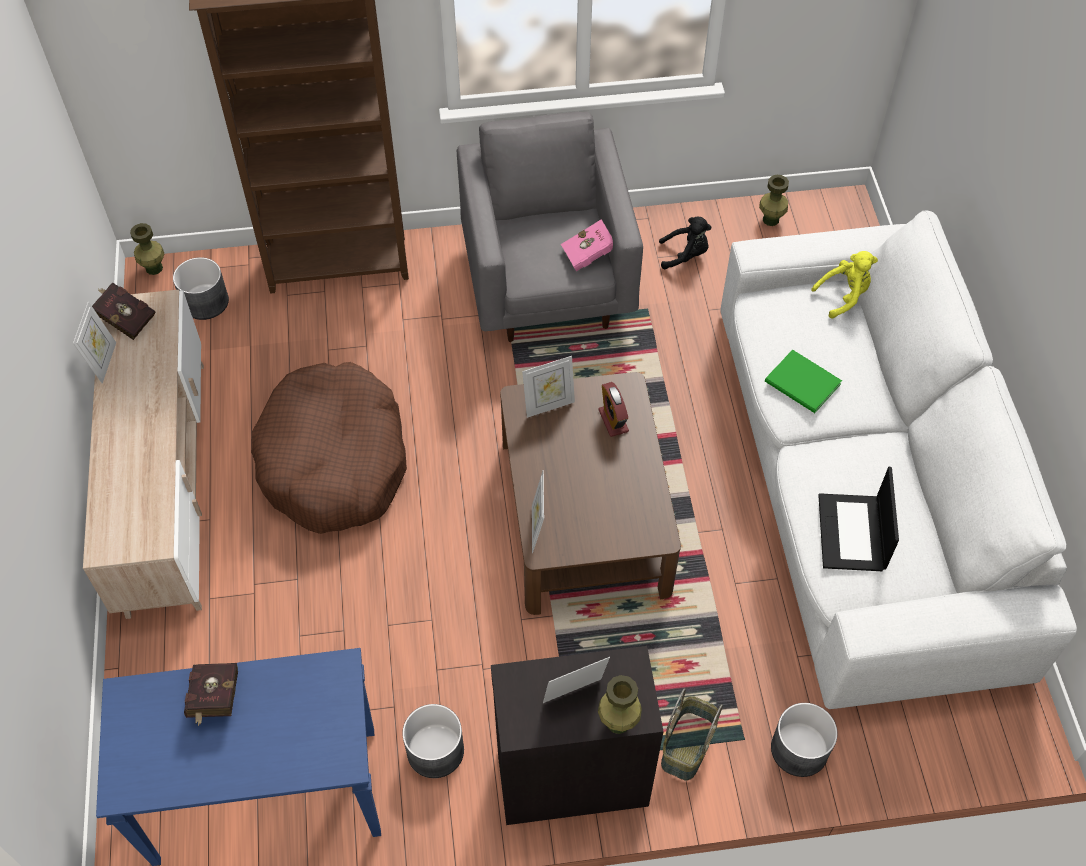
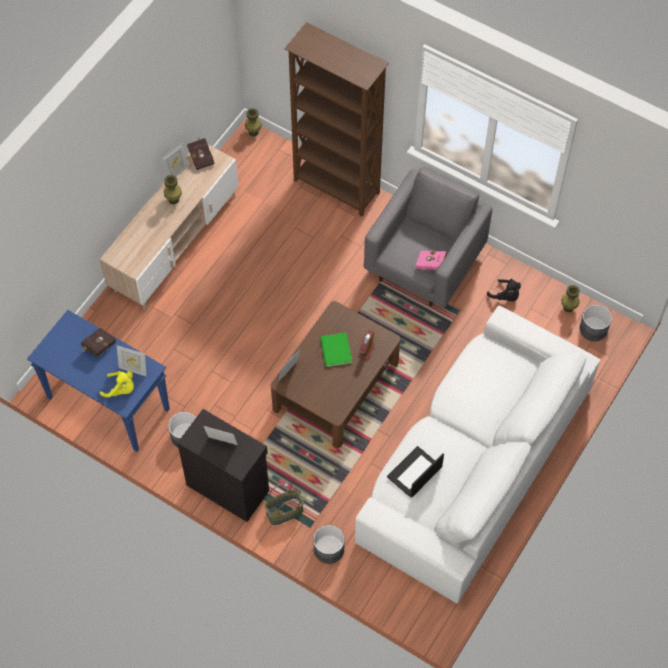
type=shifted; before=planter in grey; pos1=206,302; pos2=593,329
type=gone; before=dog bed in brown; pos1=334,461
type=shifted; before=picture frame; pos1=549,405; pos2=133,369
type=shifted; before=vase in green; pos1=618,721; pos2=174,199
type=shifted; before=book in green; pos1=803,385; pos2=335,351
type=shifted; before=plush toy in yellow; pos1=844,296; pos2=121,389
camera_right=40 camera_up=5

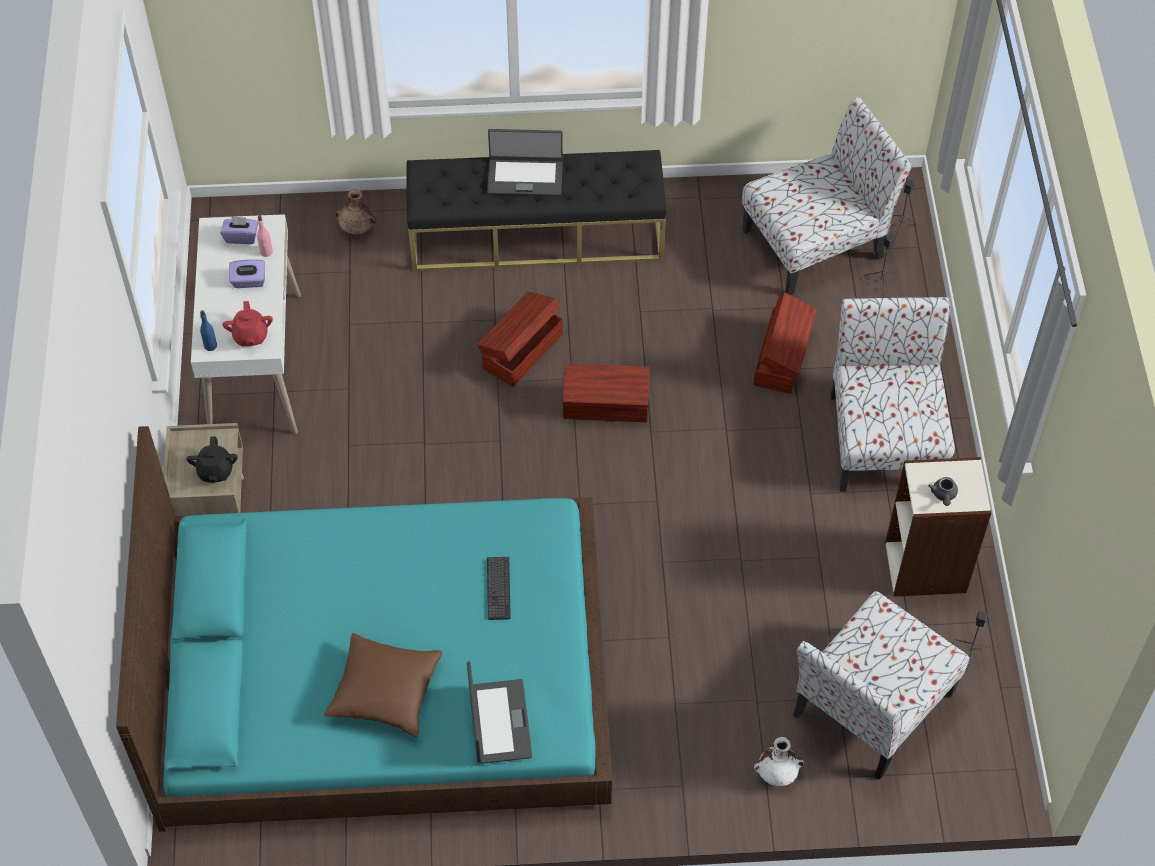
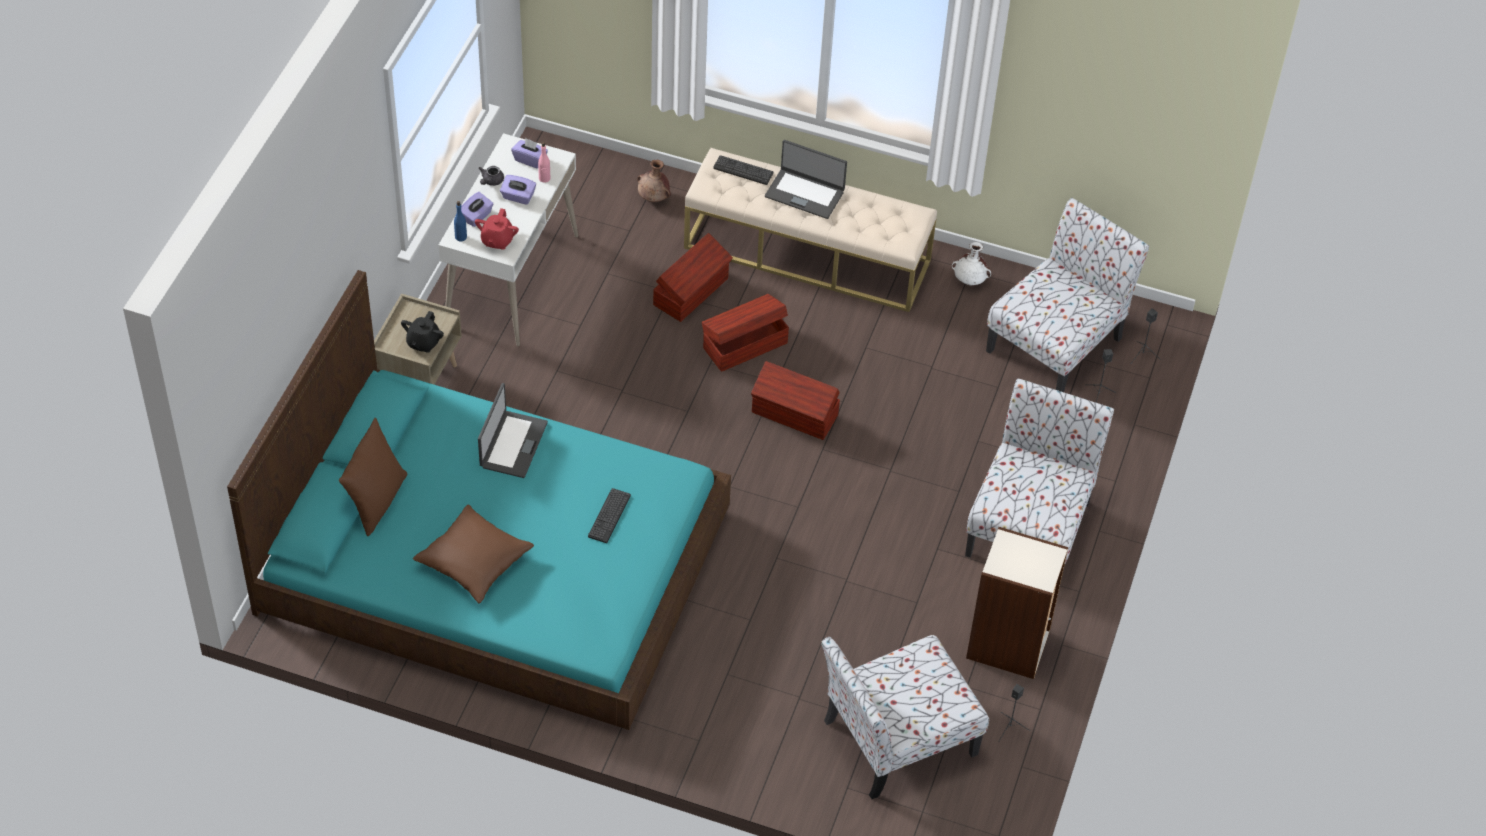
type=repainted; before=bench in black; after=bench in beige; pos1=537,235; pos2=807,254
type=shifted; before=laptop; pos1=498,722; pos2=512,444
type=rotated; before=chair; pos1=816,242; pos2=1056,343; turn=-45
type=shifted; before=storage box in brown; pos1=782,357; pos2=692,292
type=shifted; before=vase in white; pos1=777,774; pos2=970,281
type=shifted; before=teapot in grey; pos1=943,495; pos2=491,181
type=new; after=pillow in brown; pos2=376,501
type=new; after=tissue box in purple; pos2=476,217
type=new; after=keyboard; pos2=743,170
camera_right=20 camera_up=-5

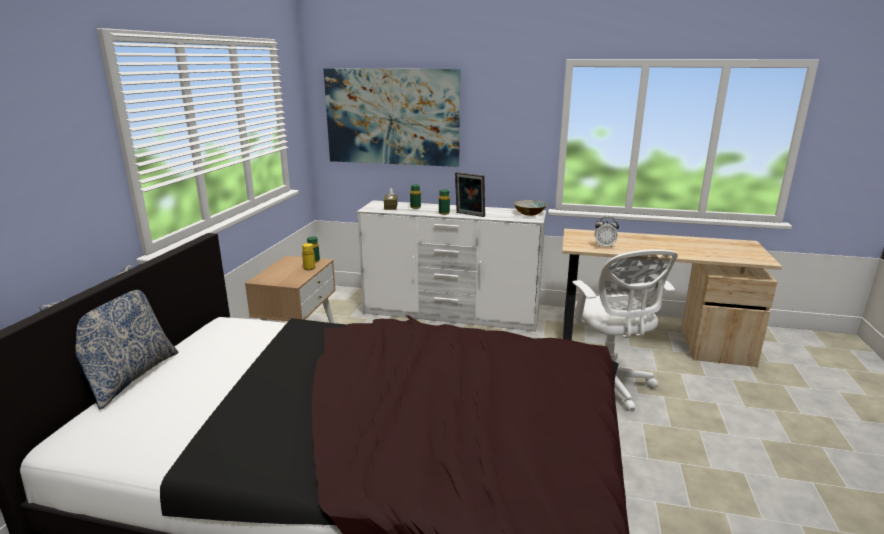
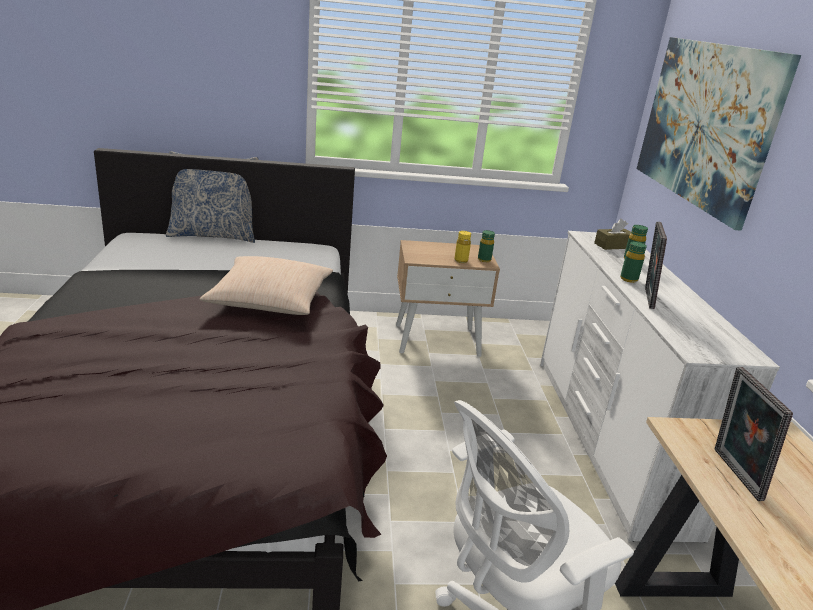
type=gone; before=bowl; pos1=529,213
type=swapped; before=alarm clock; after=picture frame; pos1=604,246; pos2=733,474
type=new; after=pillow in beige; pos2=270,300
camera_right=70 camera_up=5

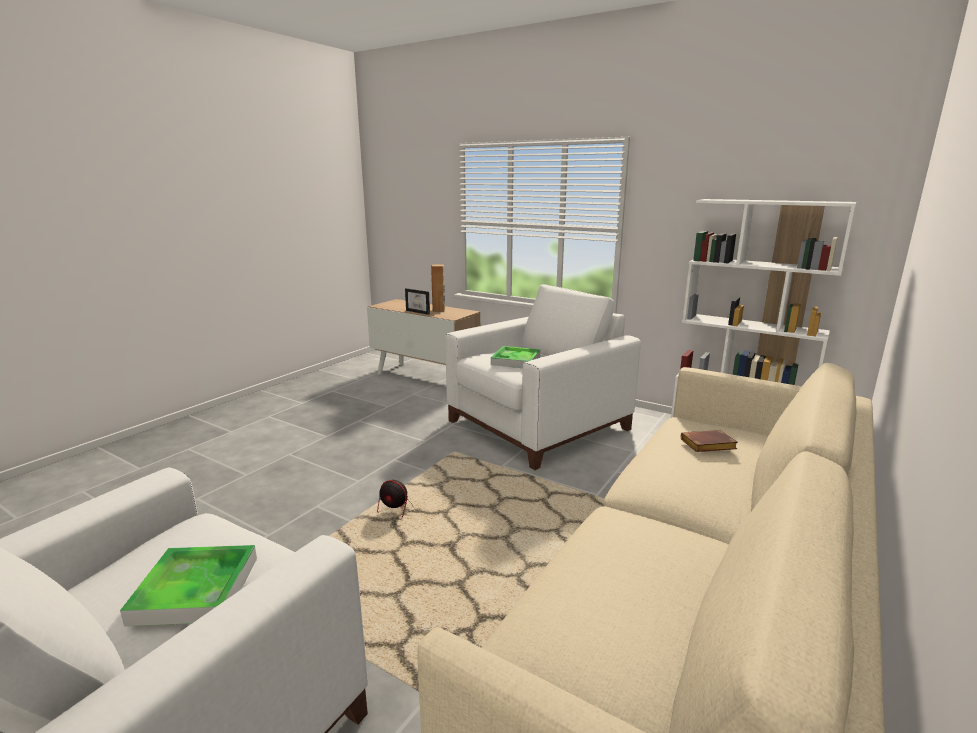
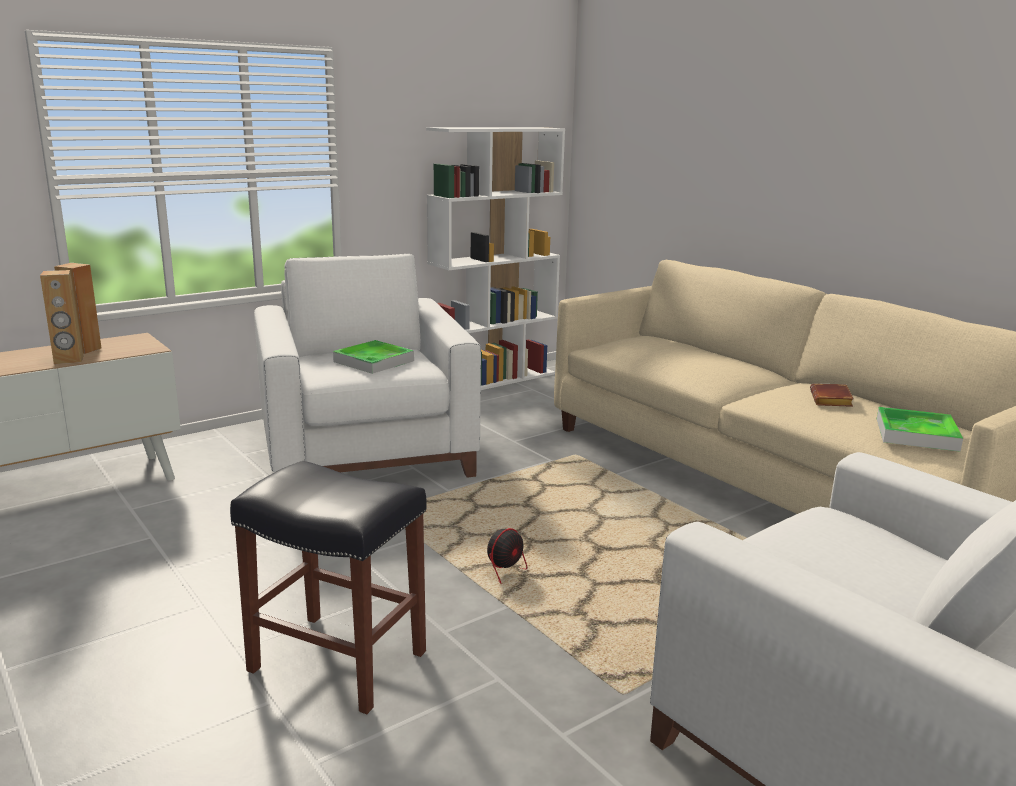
type=shifted; before=tray; pos1=195,589; pos2=916,434
type=swapped; before=picture frame; after=speaker in brown; pos1=420,312; pos2=68,360
type=shifted; before=book in brown; pos1=707,446; pos2=832,400
type=new; after=stool in black; pos2=340,661
camera_right=-70 camera_up=0

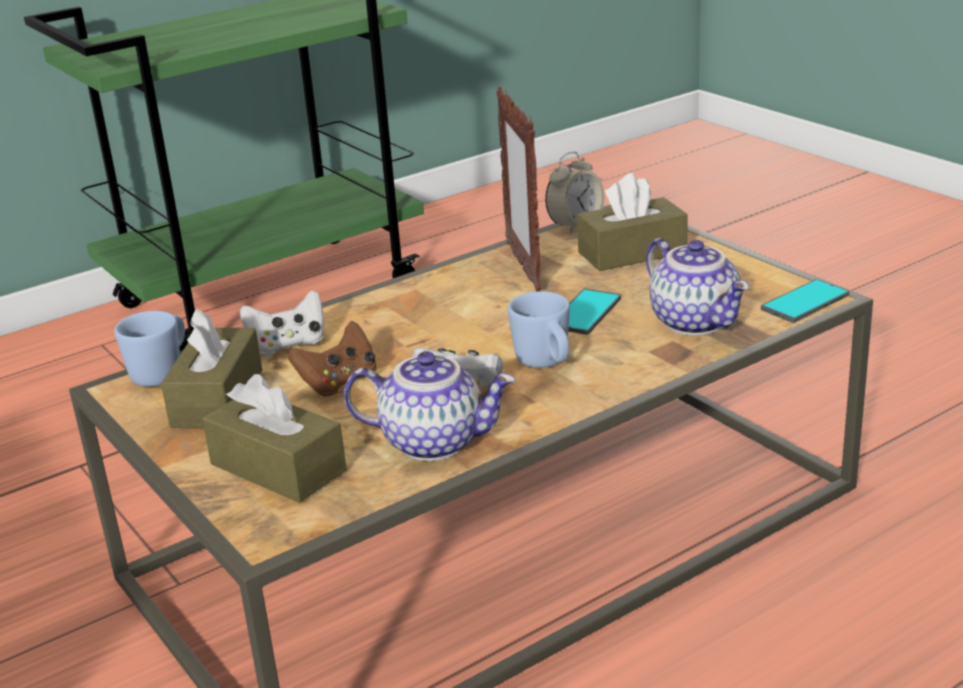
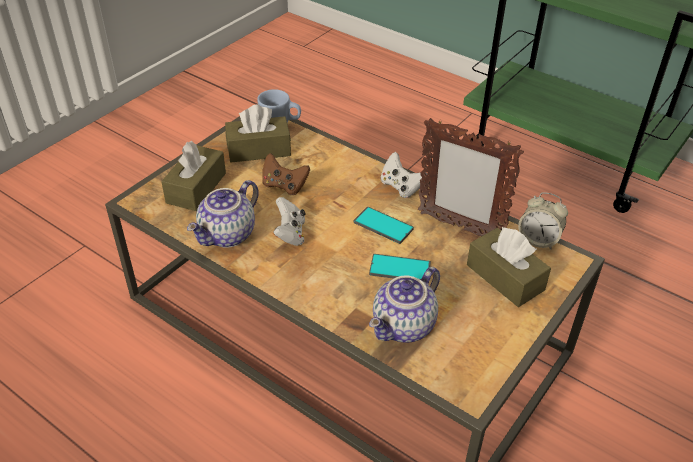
type=shifted; before=game controller in white; pos1=288,344; pos2=401,187
type=rotated; before=teapot; pos1=434,441; pos2=228,236; turn=45
type=rotated; before=picture frame; pos1=523,266; pos2=459,227; turn=-120
type=gone; before=mug in blue; pos1=546,363
type=shifted; before=phone; pos1=805,302; pos2=383,226
camera_right=70 camera_up=15

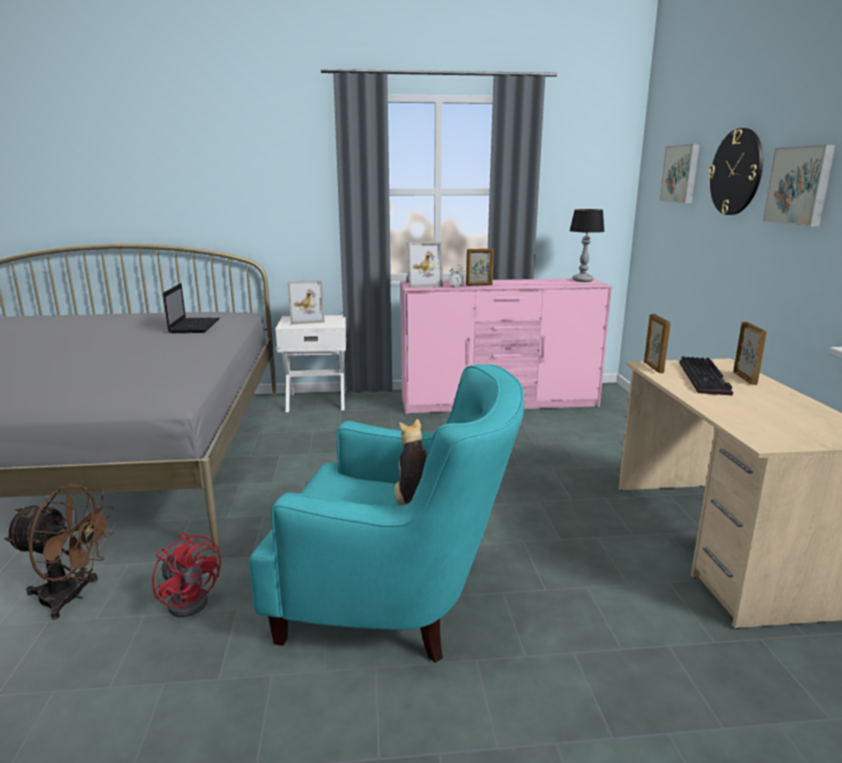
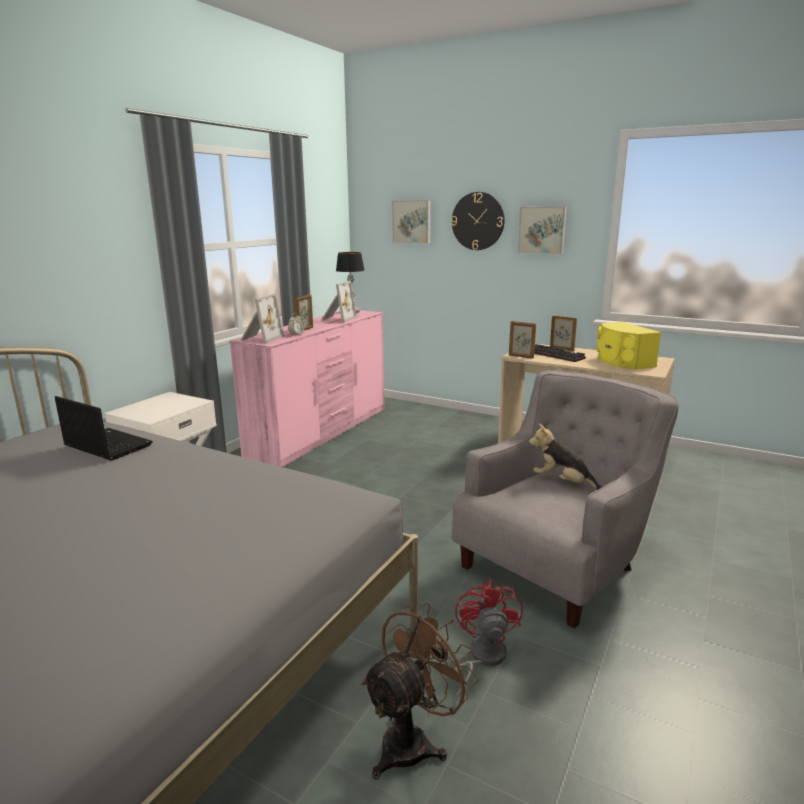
type=rotated; before=fan in red; pos1=191,599; pos2=482,658; turn=-75
type=repainted; before=armchair in turquoise; after=armchair in grey; pos1=395,600; pos2=557,563
type=shifted; before=picture frame; pos1=306,320; pos2=337,319
type=new; after=speaker in yellow; pos2=622,361
camera_right=-55 camera_up=0

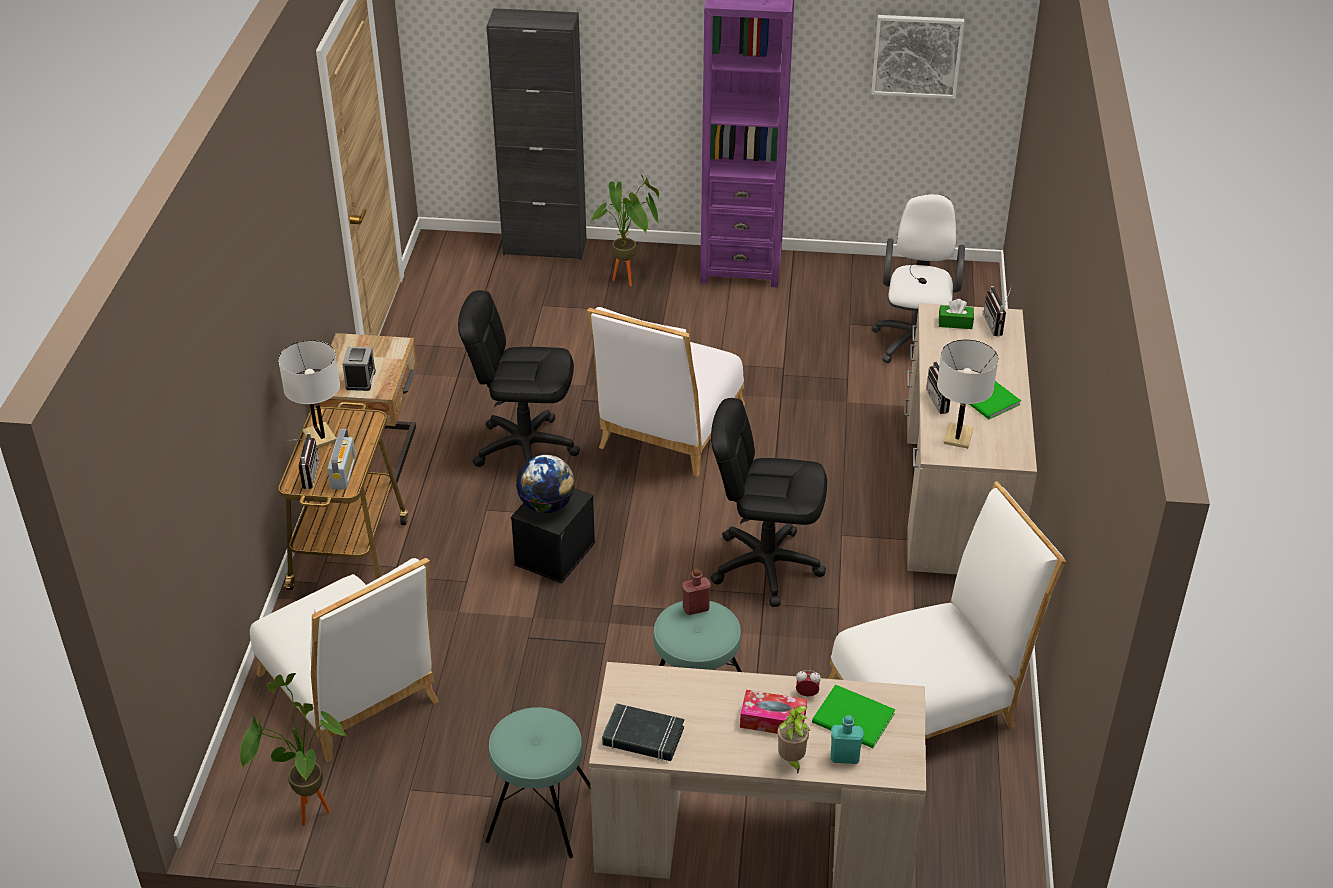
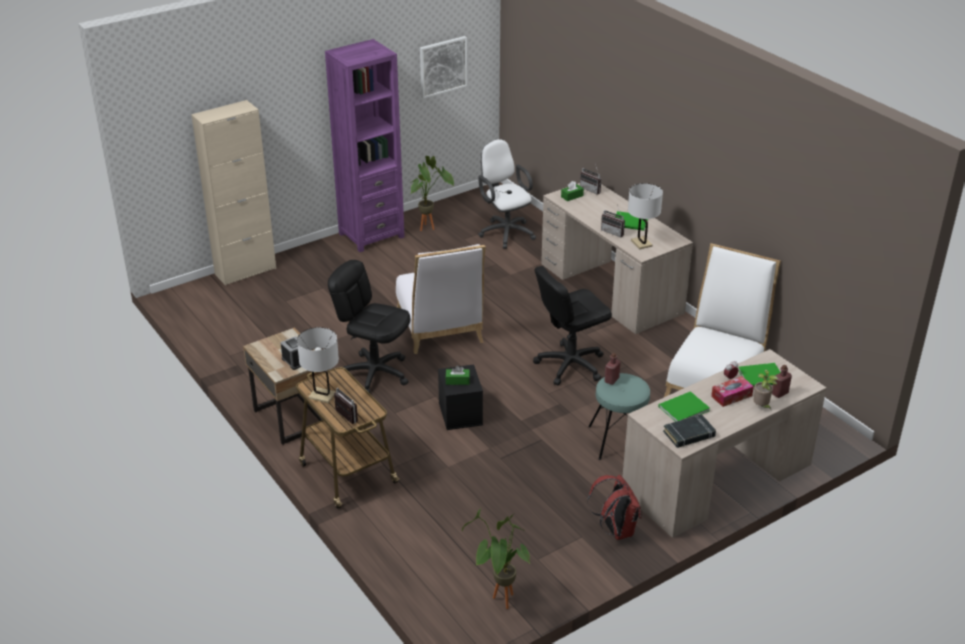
type=gone; before=chair in white; pos1=352,695
type=gone; before=radio; pos1=343,473
type=rotated; before=office chair in black; pos1=525,449; pos2=375,374; turn=60
type=swapped; before=stool in turquoise; after=backpack in red; pos1=540,815; pos2=615,530
type=repainted; before=cabinet in black; after=cabinet in beige; pos1=545,247; pos2=245,271
type=swapped; before=globe; after=tissue box in green; pos1=547,505; pos2=457,381
type=shifted; before=potted plant; pos1=630,281; pos2=430,227
type=repainted; before=bottle in turquoise; after=bottle in red; pos1=844,757; pos2=779,393
type=new; after=book in green; pos2=682,408
camera_right=-40 camera_up=-5

